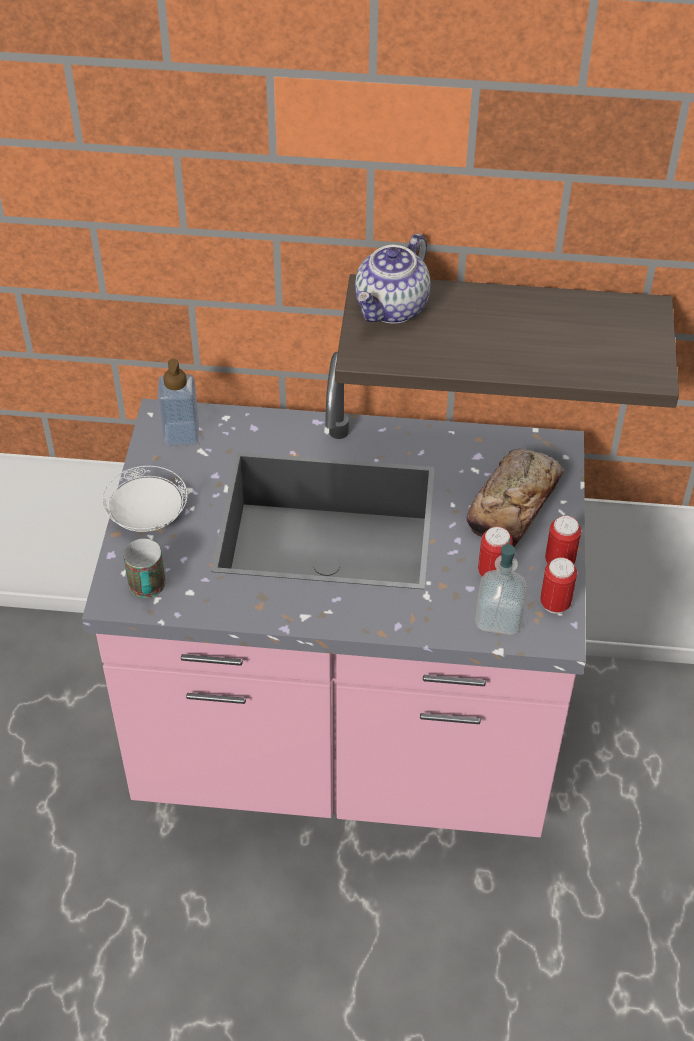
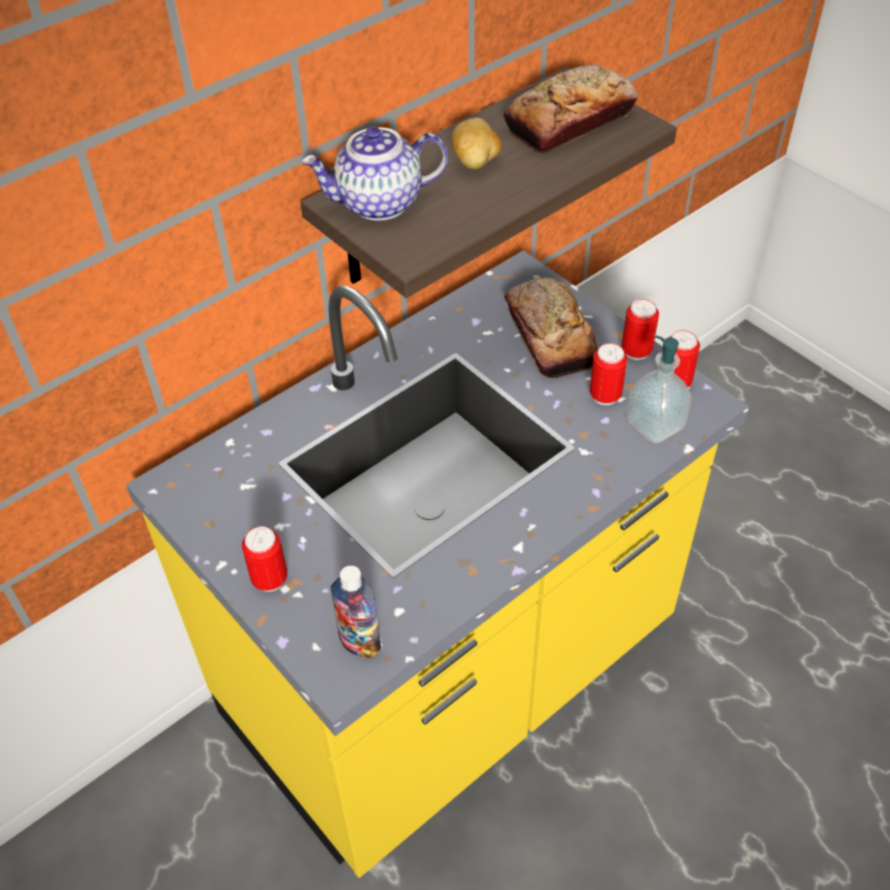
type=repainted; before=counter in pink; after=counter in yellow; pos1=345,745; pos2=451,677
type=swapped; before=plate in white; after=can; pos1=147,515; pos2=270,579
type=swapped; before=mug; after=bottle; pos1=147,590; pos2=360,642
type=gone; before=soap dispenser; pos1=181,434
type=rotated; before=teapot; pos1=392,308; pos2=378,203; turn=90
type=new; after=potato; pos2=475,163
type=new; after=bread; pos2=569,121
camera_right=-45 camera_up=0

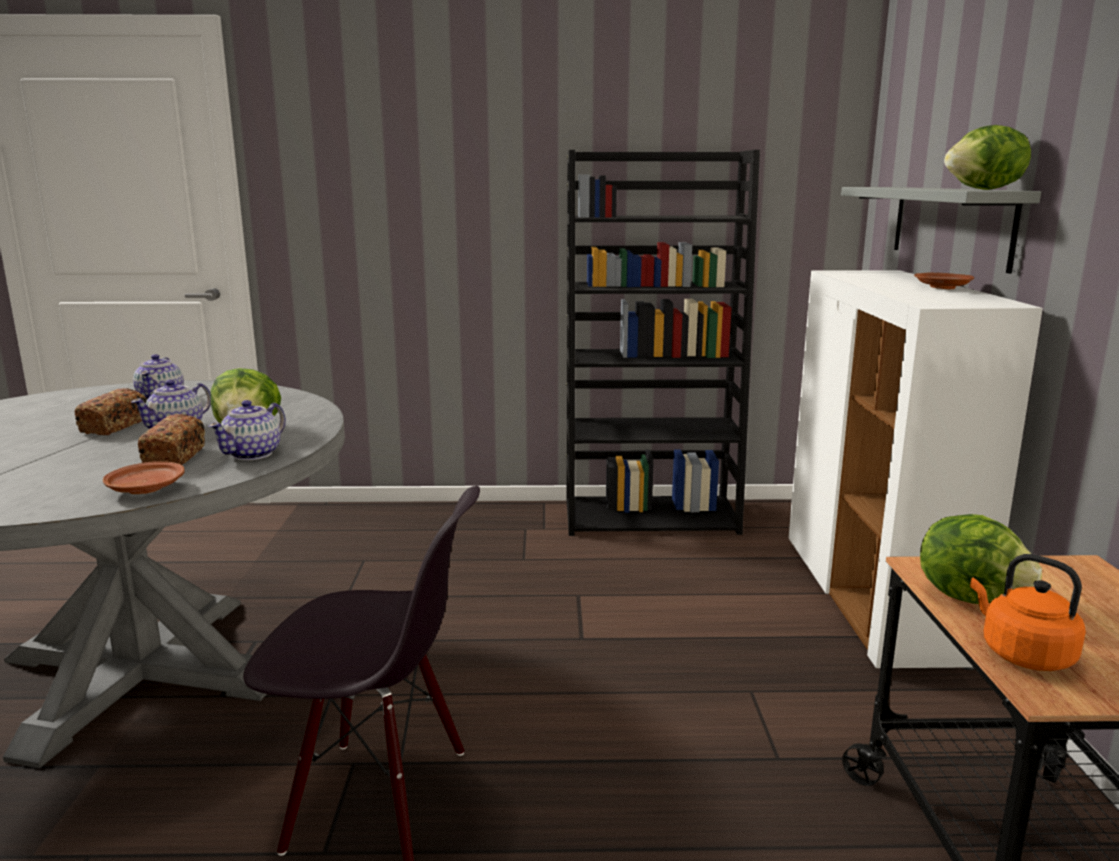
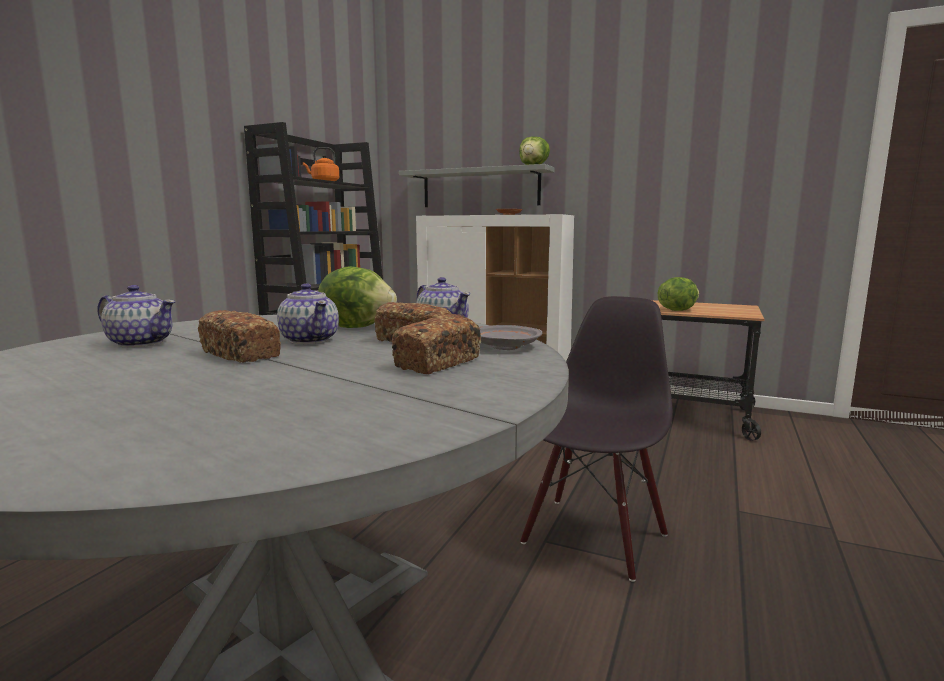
type=repainted; before=plate in brown; after=plate in grey; pos1=146,489; pos2=504,347
type=shifted; before=kettle in orange; pos1=1022,654; pos2=323,182
type=new; after=bread; pos2=438,363
camera_right=-65 camera_up=-5

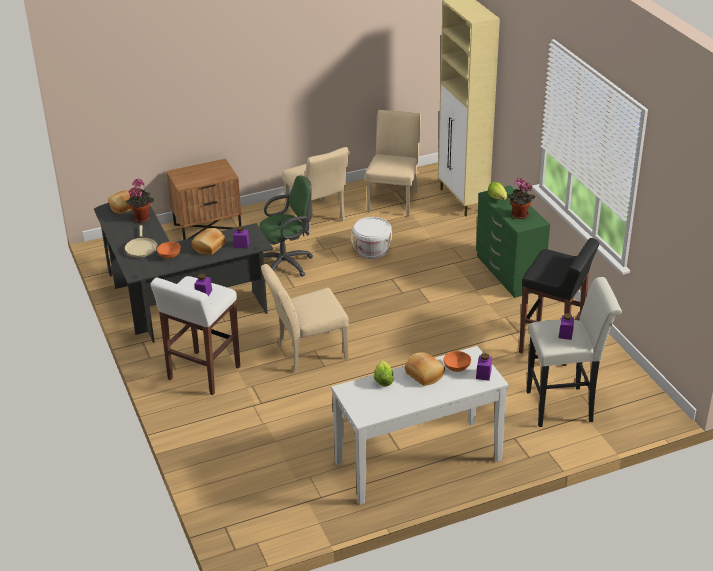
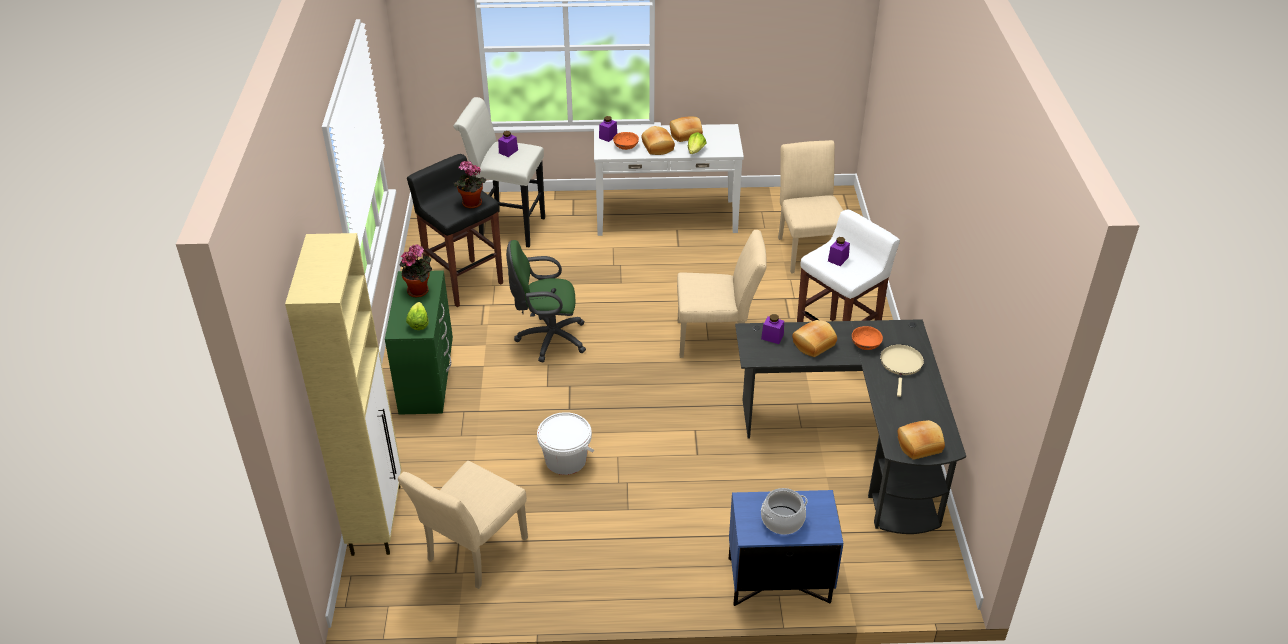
type=shifted; before=potted plant; pos1=142,217; pos2=471,204
type=repainted; before=nightstand in brown; after=nightstand in blue; pos1=207,227; pos2=778,581
type=shifted; before=office chair in green; pos1=287,264; pos2=548,339
type=shifted; before=chair in beige; pos1=317,217; pos2=807,249
type=new; after=bread; pos2=686,135
type=new; after=cooking pot; pos2=782,520
camera_right=-160 camera_up=5

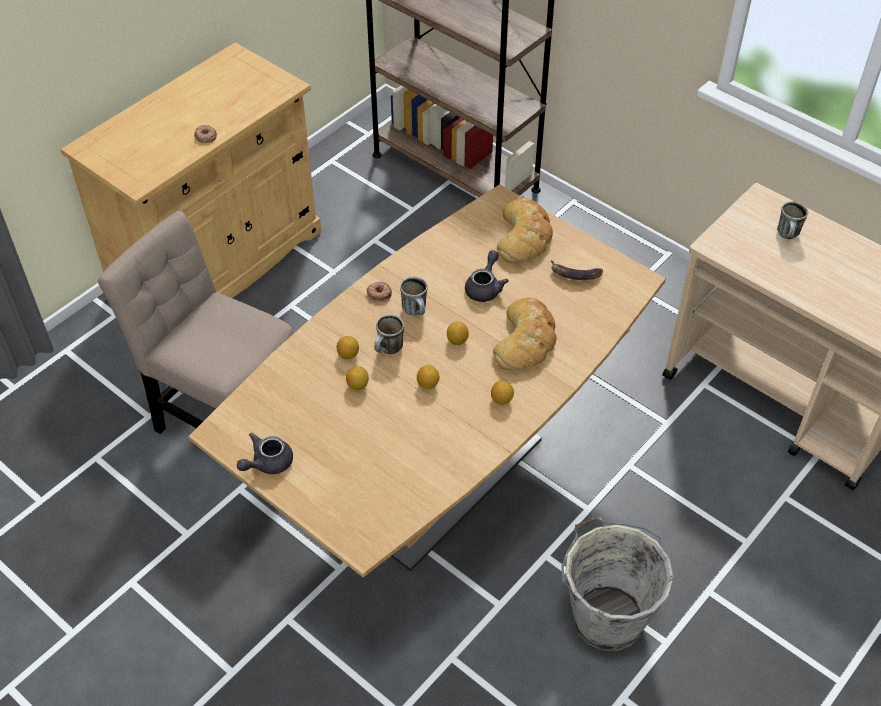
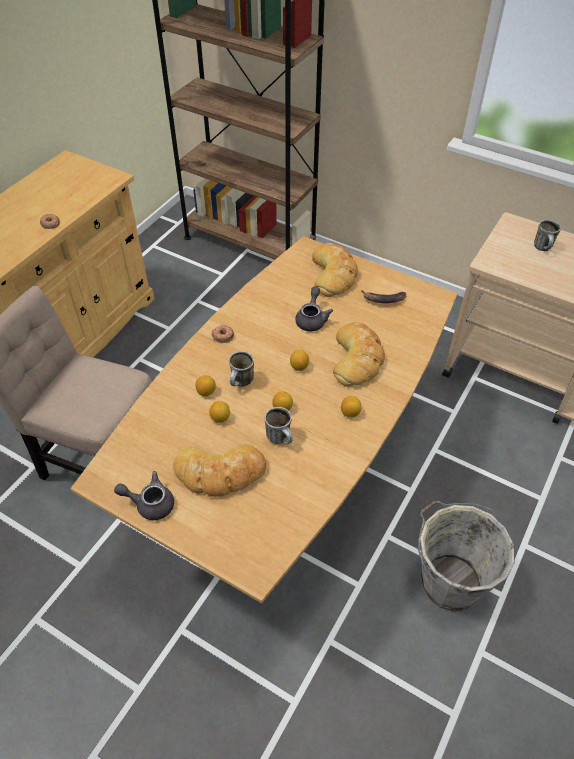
type=rotated; before=teapot in grey; pos1=267,463; pos2=150,503; turn=60
type=shifted; before=mug; pos1=416,311; pos2=281,439
type=new; after=bread; pos2=220,473
camera_right=-10 camera_up=0

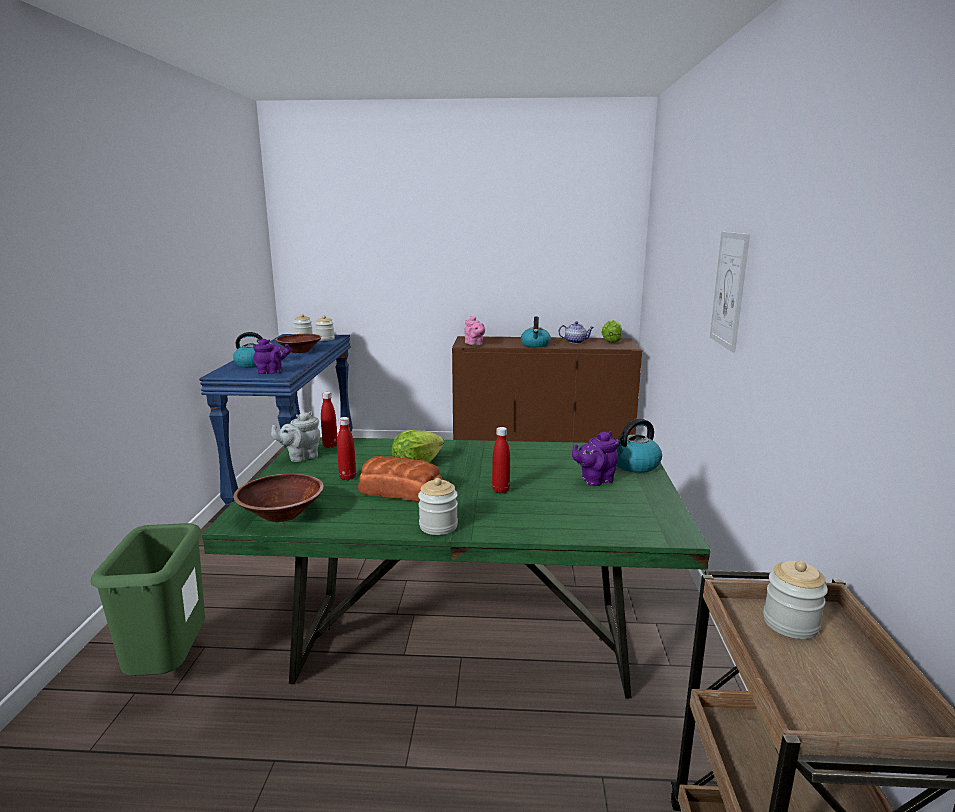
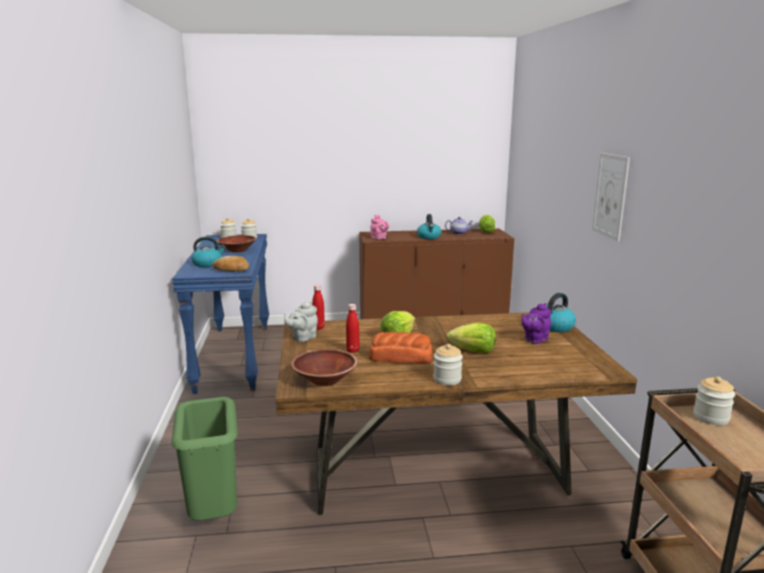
type=repainted; before=dining table in green; after=dining table in brown; pos1=465,643; pos2=438,472
type=swapped; before=teapot in purple; after=bread; pos1=272,372; pos2=231,270
type=swapped; before=bottle in red; after=lettuce; pos1=501,490; pos2=473,351
camera_right=-10 camera_up=0

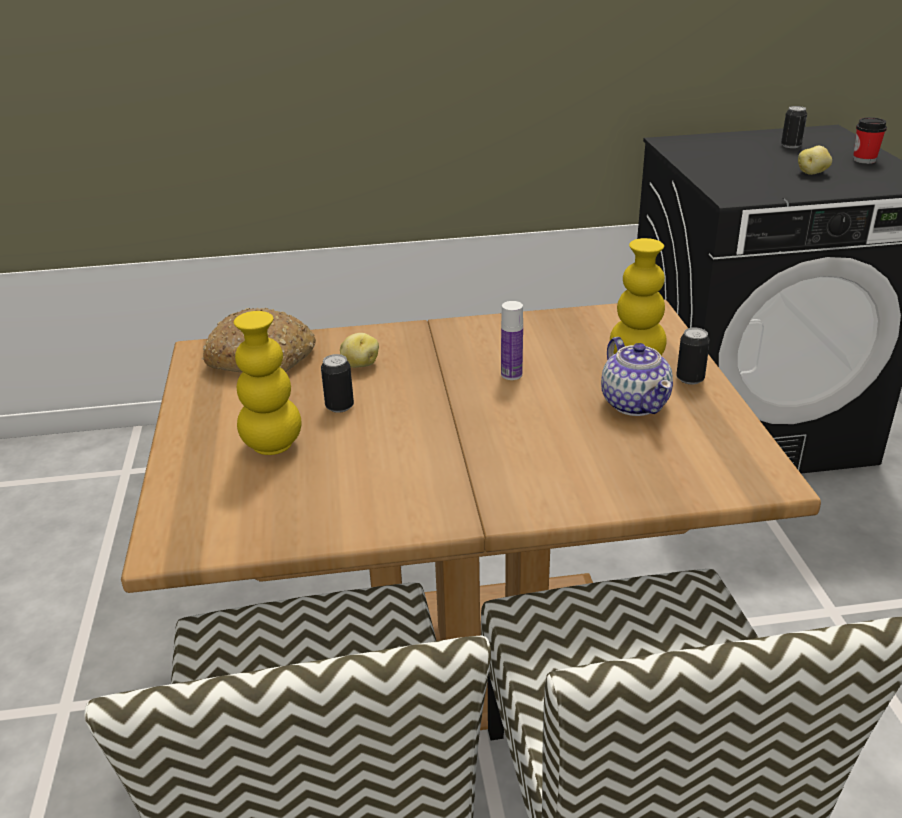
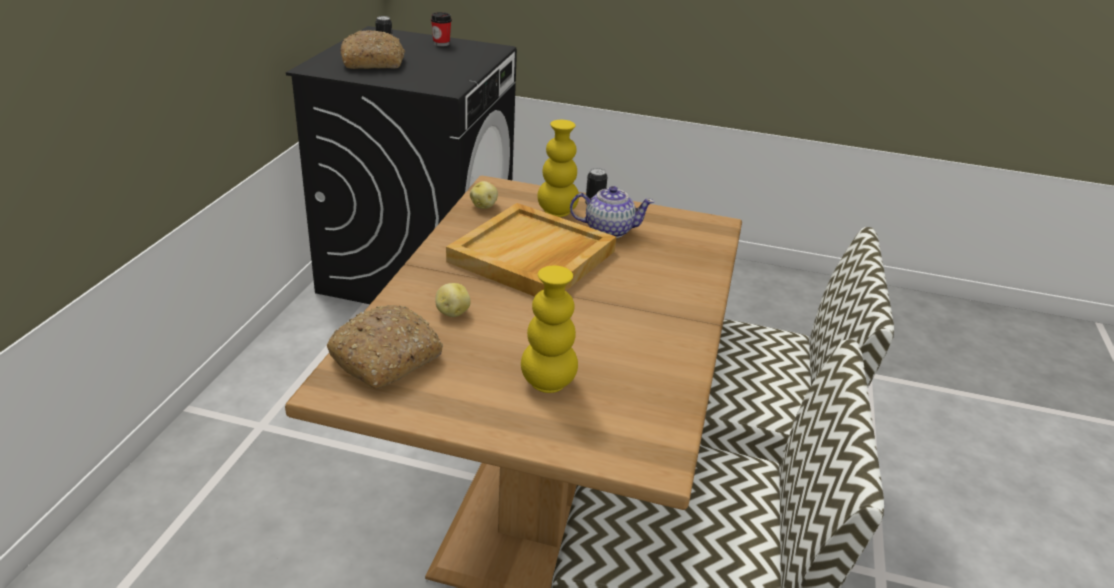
type=gone; before=can; pos1=339,406
type=swapped; before=bottle; after=tray in beige; pos1=511,374; pos2=532,257
type=shifted; before=potato; pos1=812,173; pos2=484,206
type=new; after=bread; pos2=373,62
camera_right=-70 camera_up=0

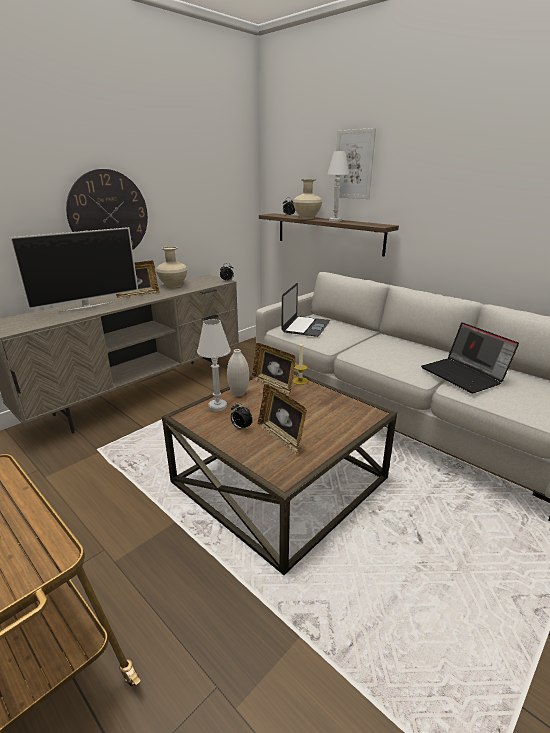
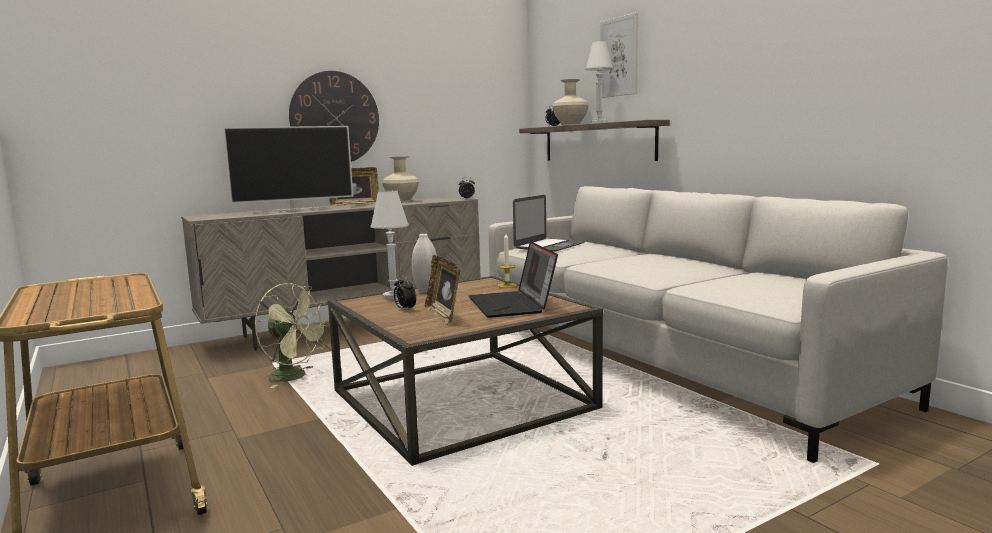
type=gone; before=picture frame; pos1=273,385
type=shifted; before=laptop; pos1=464,375; pos2=512,305
type=new; after=fan in green; pos2=294,377
camera_right=15 camera_up=-15

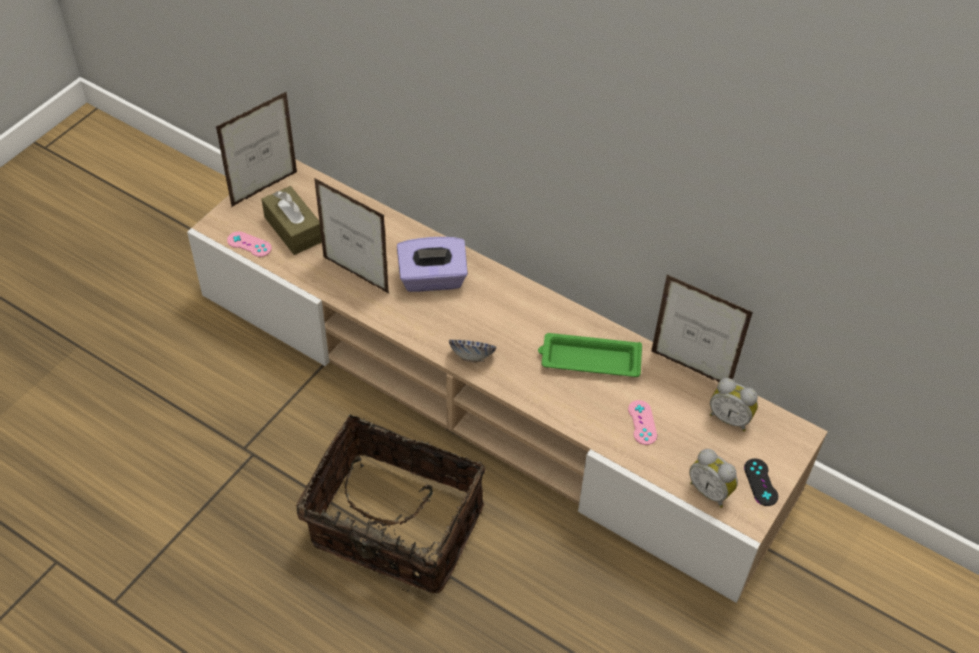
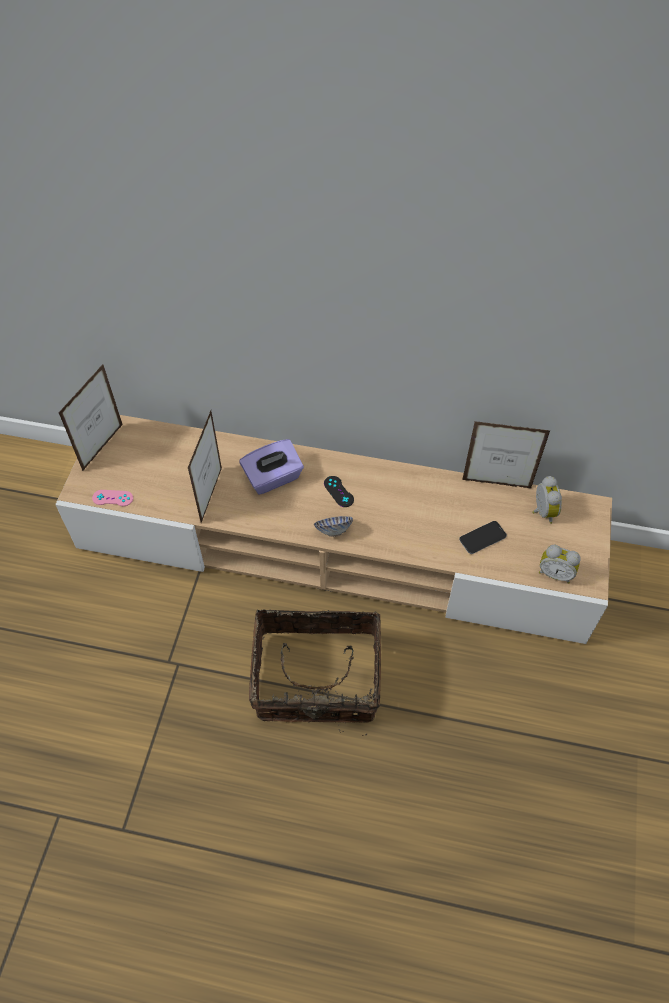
type=gone; before=tissue box in brown; pos1=293,229
type=rotated; before=picture frame; pos1=356,275; pos2=211,495; turn=-90
type=gone; before=tray in green; pos1=588,360
type=swapped; before=game controller in pink; after=phone; pos1=642,422; pos2=482,538
type=rotated; before=alarm clock; pos1=730,418; pos2=541,512; turn=-105
type=shifted; before=game controller in black; pos1=760,482; pos2=338,491
camera_right=-20 camera_up=5

